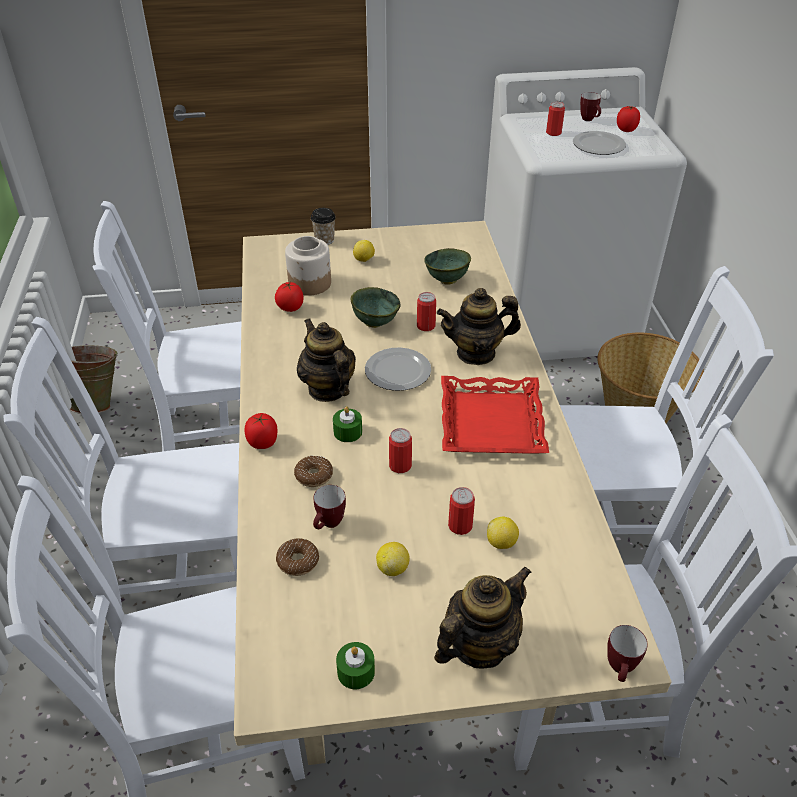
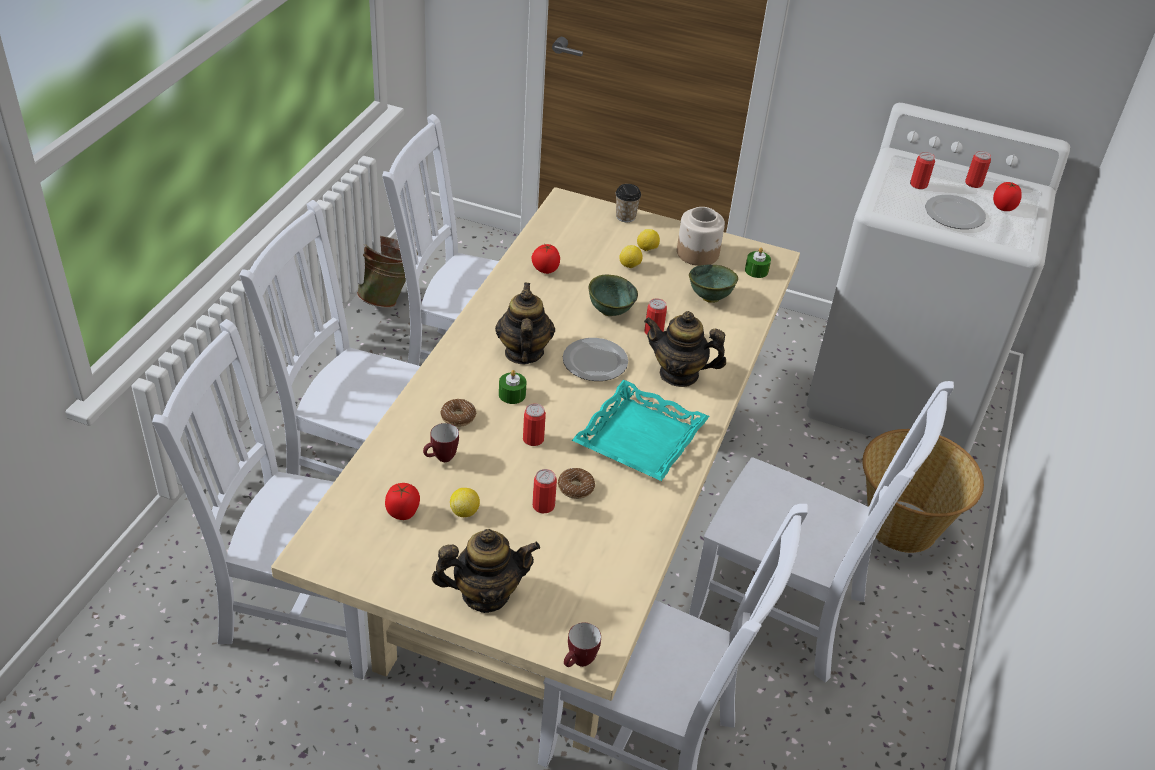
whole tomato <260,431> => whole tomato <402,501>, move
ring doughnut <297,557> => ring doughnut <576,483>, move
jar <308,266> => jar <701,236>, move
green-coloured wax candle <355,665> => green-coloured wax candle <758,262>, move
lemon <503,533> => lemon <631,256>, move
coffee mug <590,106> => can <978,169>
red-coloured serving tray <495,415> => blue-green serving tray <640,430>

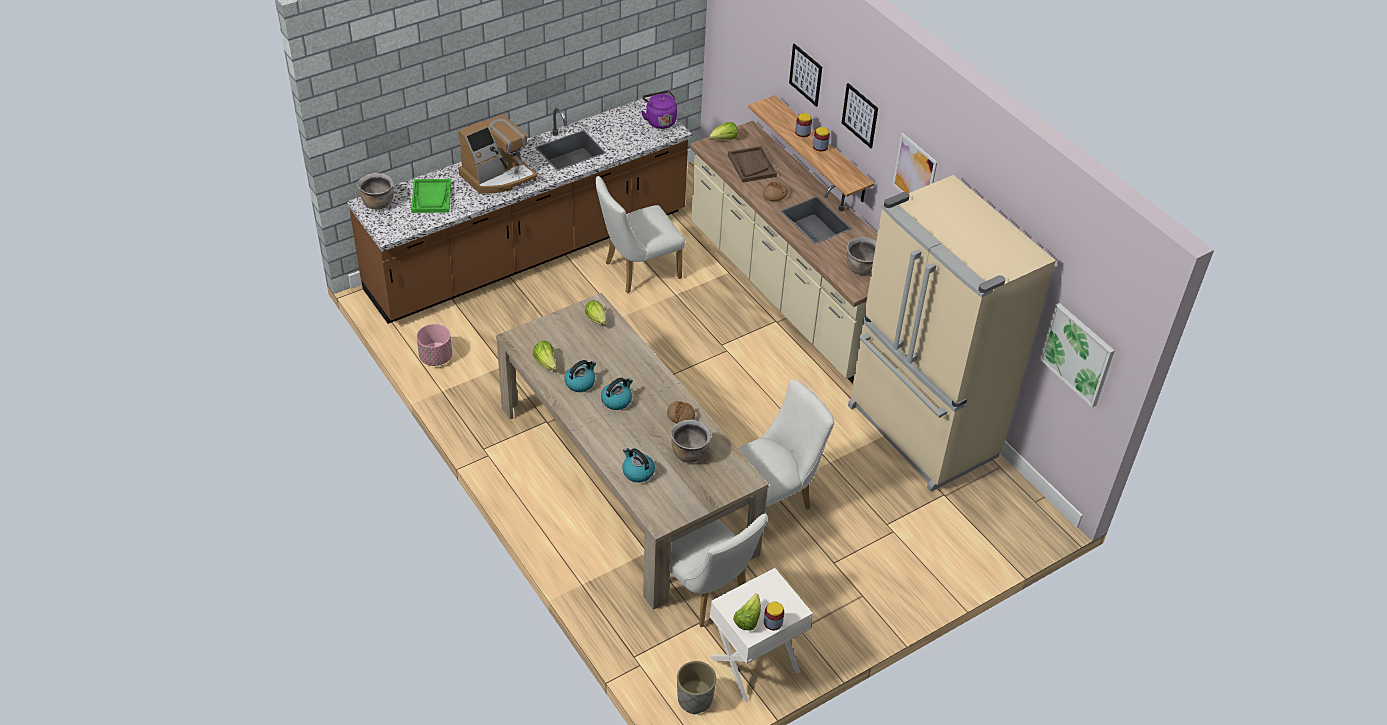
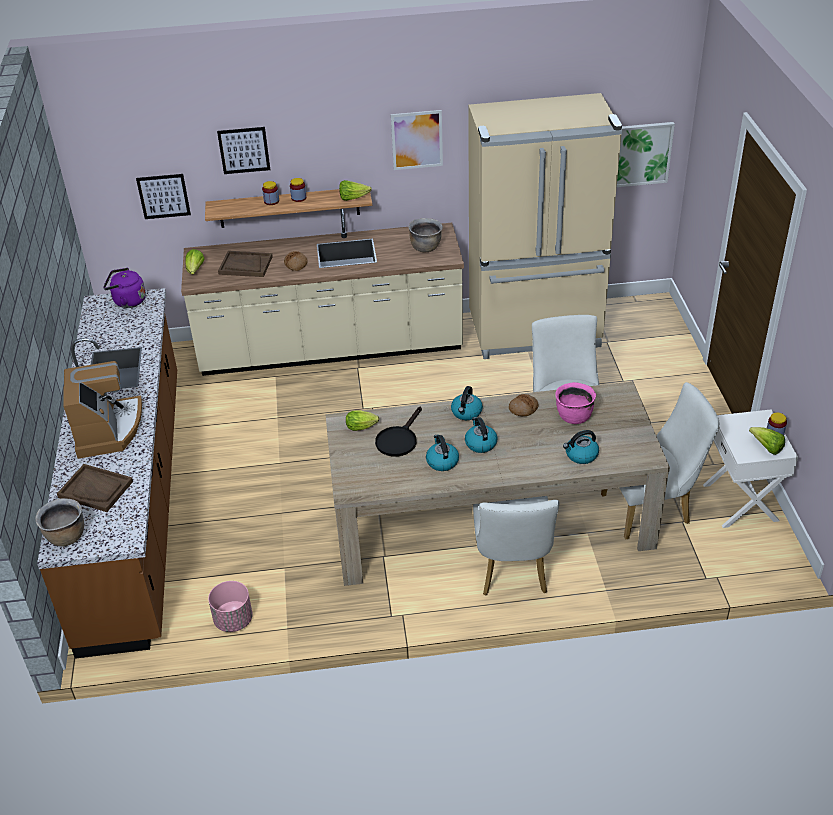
greyish plant pot <696,687> => nothing
nothing => black pan <398,431>
nothing => kettle <467,403>
lettuce <545,355> => lettuce <355,190>, move
white upright chair <640,234> => white upright chair <516,546>, move
wall art <860,115> => wall art <163,196>, move
green-coloured serving tray <431,196> => brown-coloured serving tray <95,488>
brown-coloured cooking pot <690,441> => pinkish cooking pot <575,403>

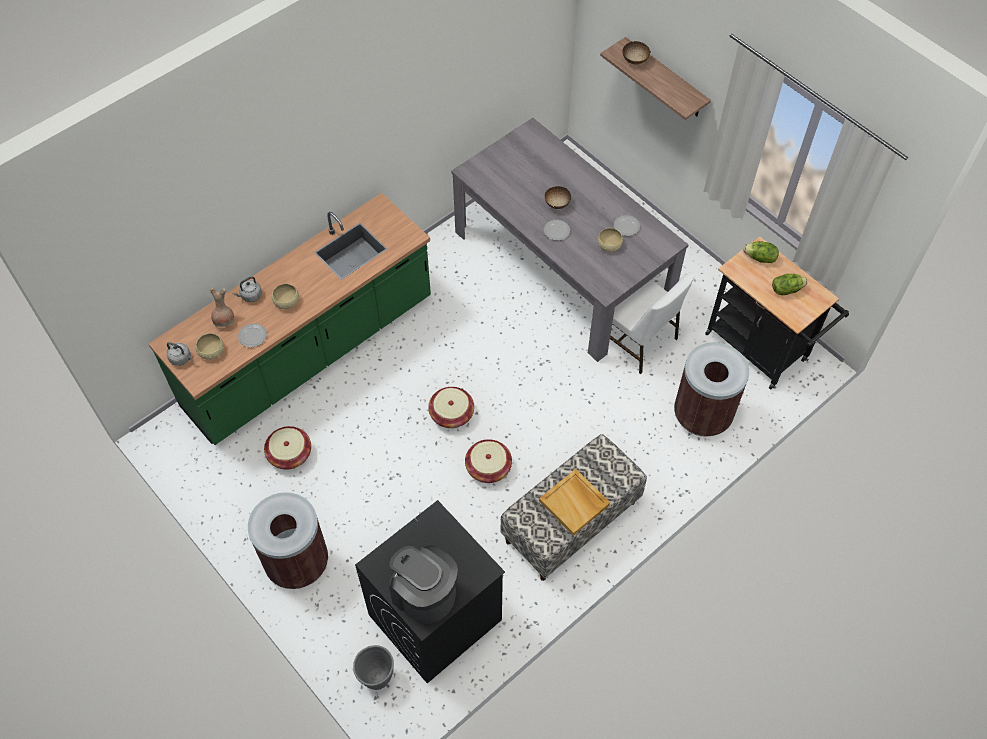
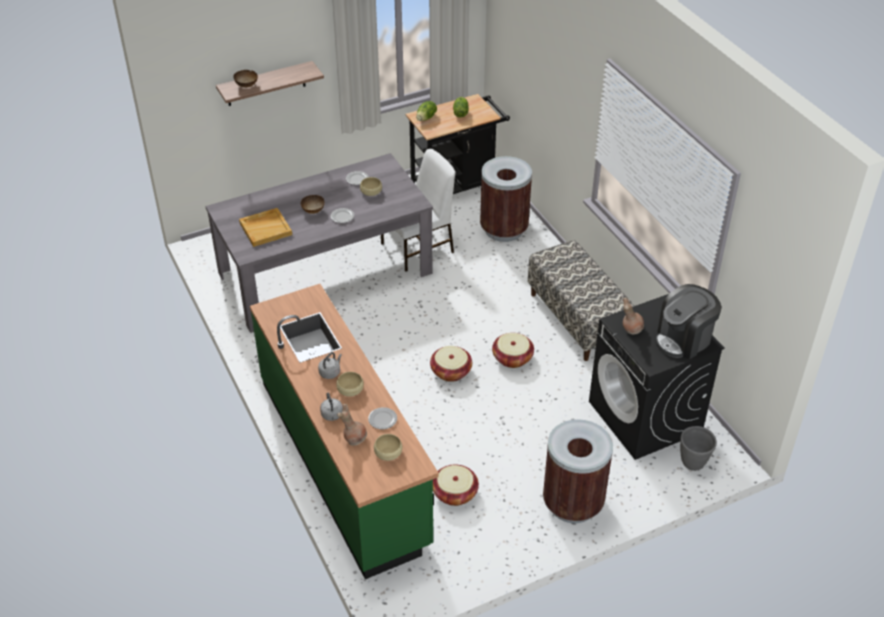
nothing => brown-coloured decorative vase <633,316>
greyish kettle <179,354> => greyish kettle <330,365>, move
beige serving tray <574,502> => beige serving tray <265,227>, move

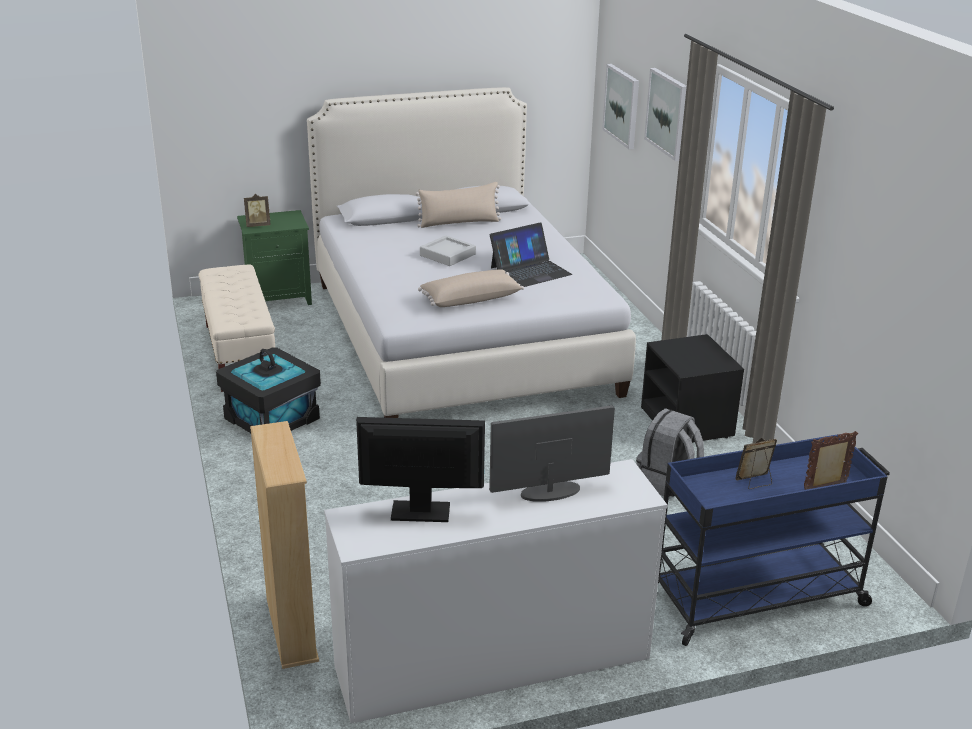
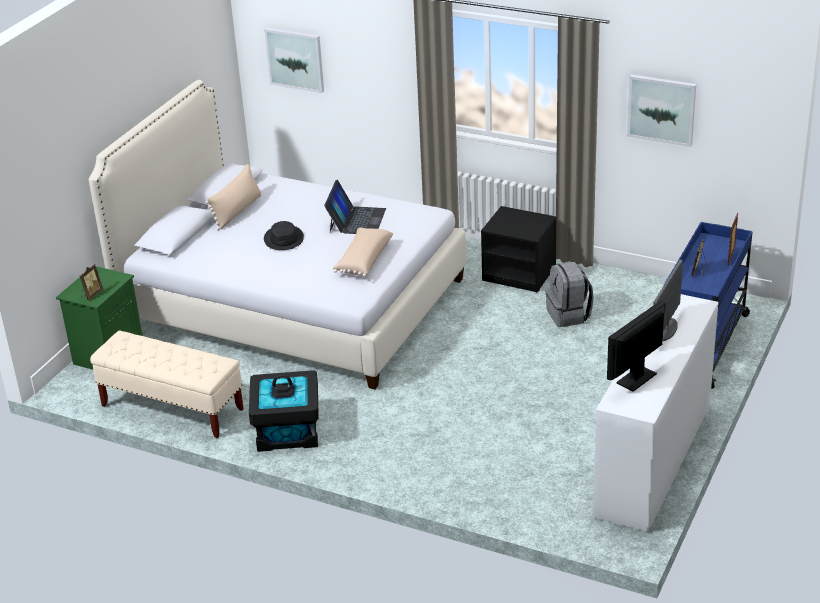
beige shelving unit <284,545> => nothing
wall art <665,114> => wall art <661,110>, move
greyish serving tray <448,251> => black wearable hat <284,235>

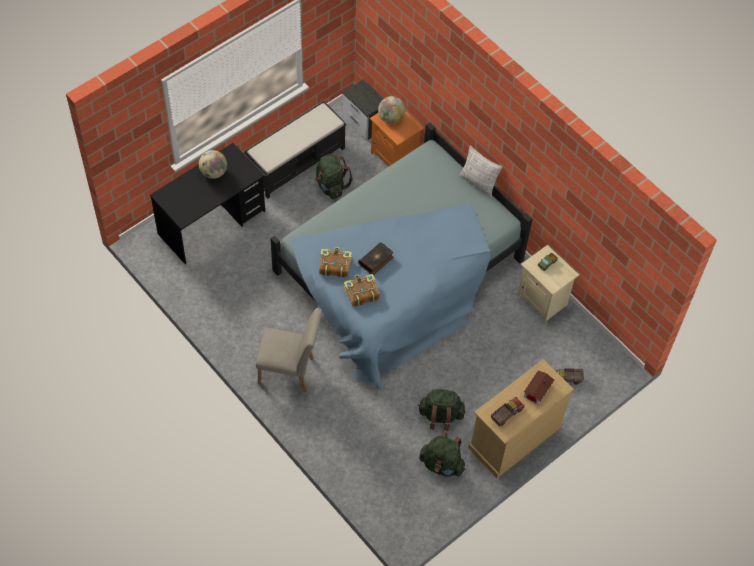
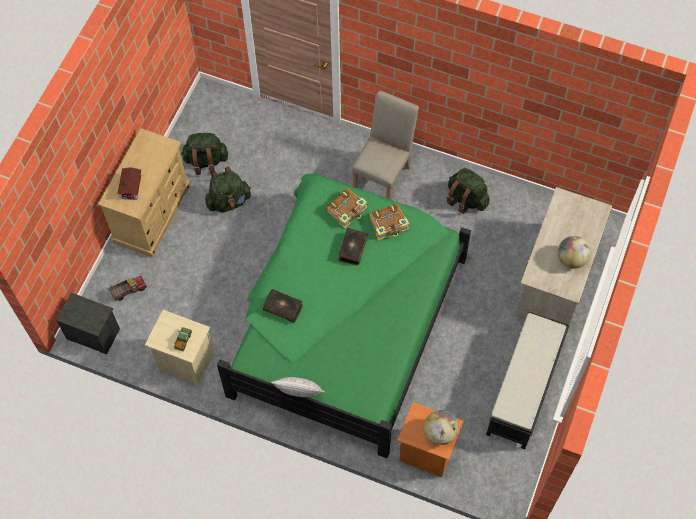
toy lorry <507,411> => nothing
nothing => volume <283,306>
green-coloured knapsack <334,176> => green-coloured knapsack <468,191>, move
nightstand <363,109> => nightstand <88,324>, move
black desk <207,203> => beige desk <563,255>
blue bedroom bed <401,257> => green-coloured bedroom bed <344,315>
beige upright chair <289,350> => beige upright chair <385,144>, 135 degrees clockwise

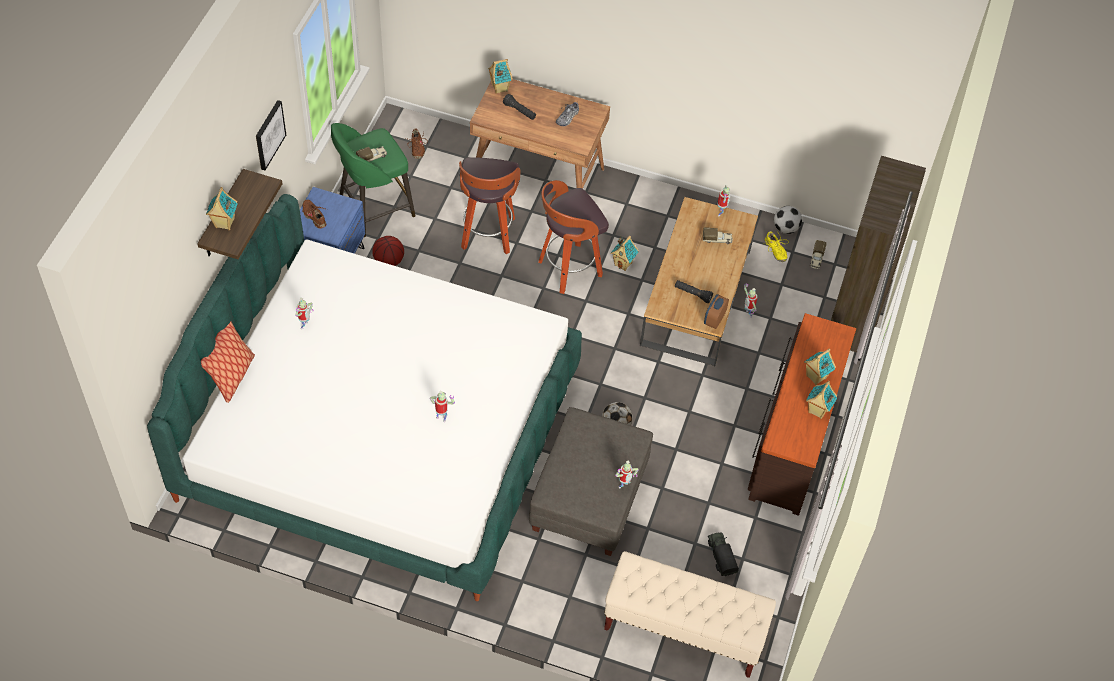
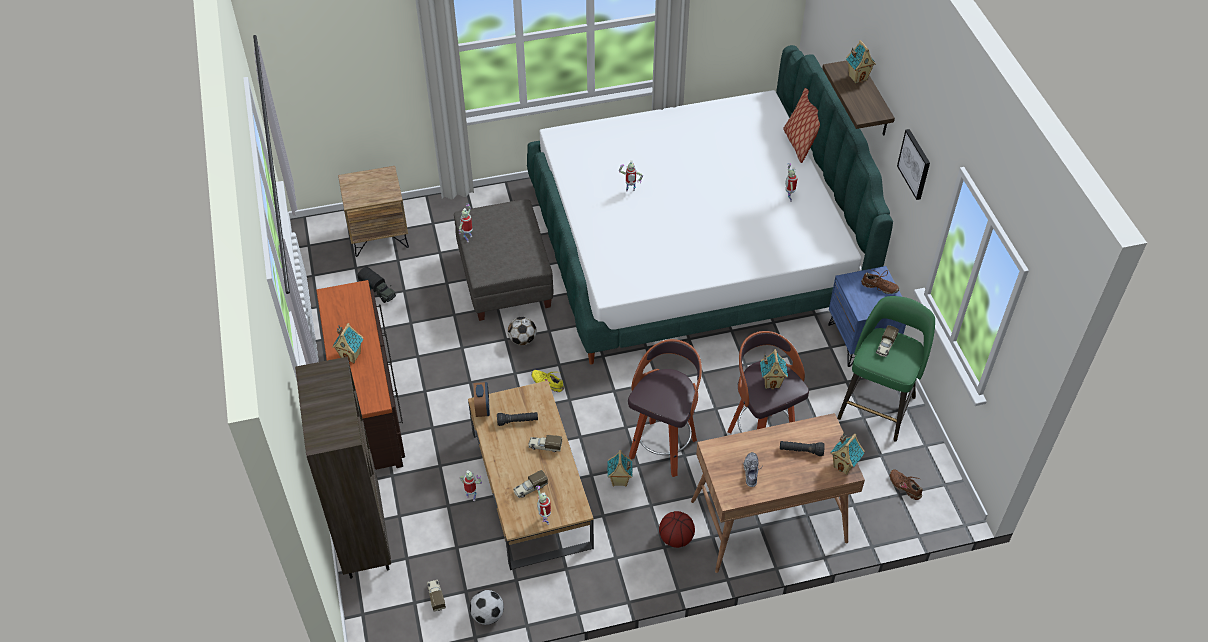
nothing => toy lorry <545,443>
ball for basketball <388,251> => ball for basketball <677,529>, move
yellow-coloured item of footwear <777,246> => yellow-coloured item of footwear <547,381>, move
model house <821,400> => model house <774,369>, move
beige indoor bench <690,614> => brown-coloured nightstand <373,211>

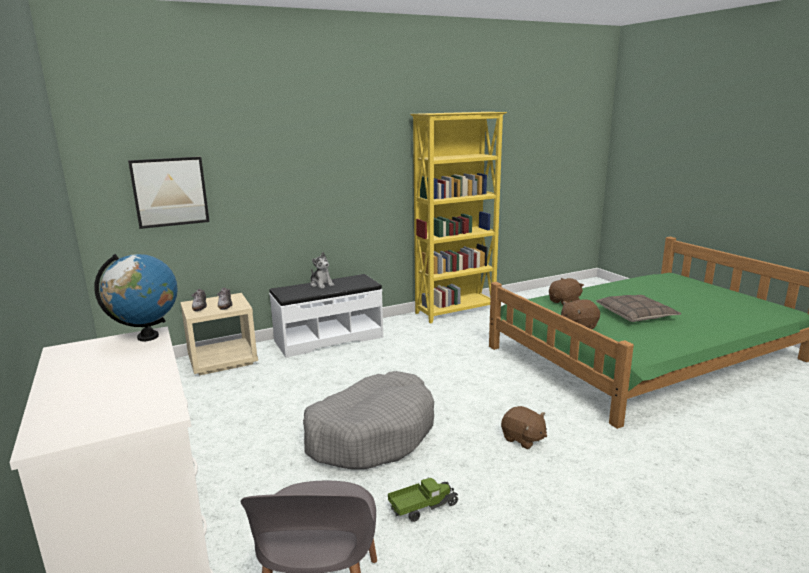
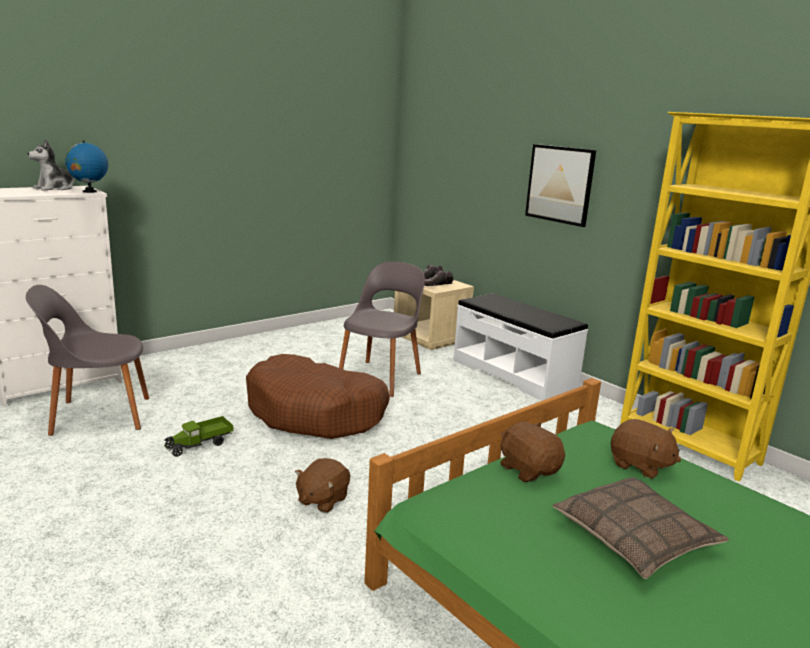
nothing => greyish upright chair <382,329>
wall art <169,193> => wall art <560,185>, move
plush toy <322,270> => plush toy <51,165>, move
greyish dog bed <368,420> => brown-coloured dog bed <318,396>
toy lorry <423,499> => toy lorry <198,436>, 90 degrees clockwise

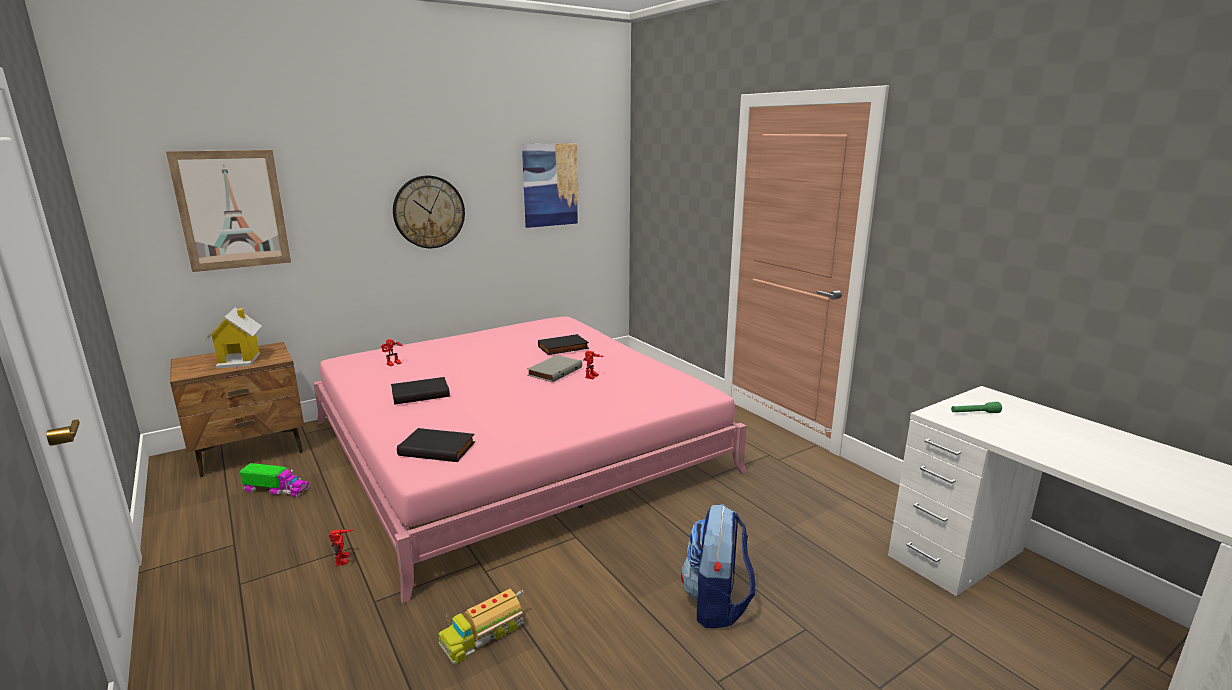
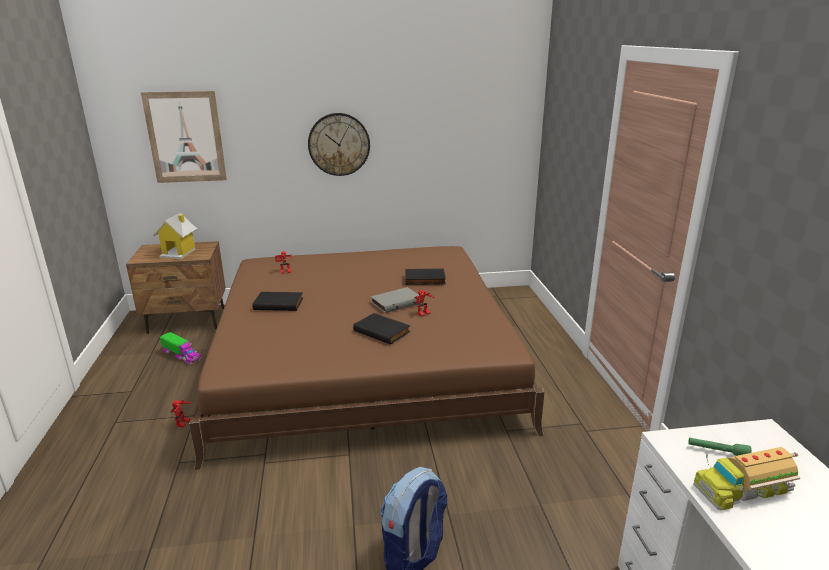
wall art <550,185> => nothing
black volume <436,445> => black volume <381,328>, move
toy lorry <481,626> => toy lorry <746,479>, move
pinkish bedroom bed <530,460> => brown-coloured bedroom bed <367,358>

